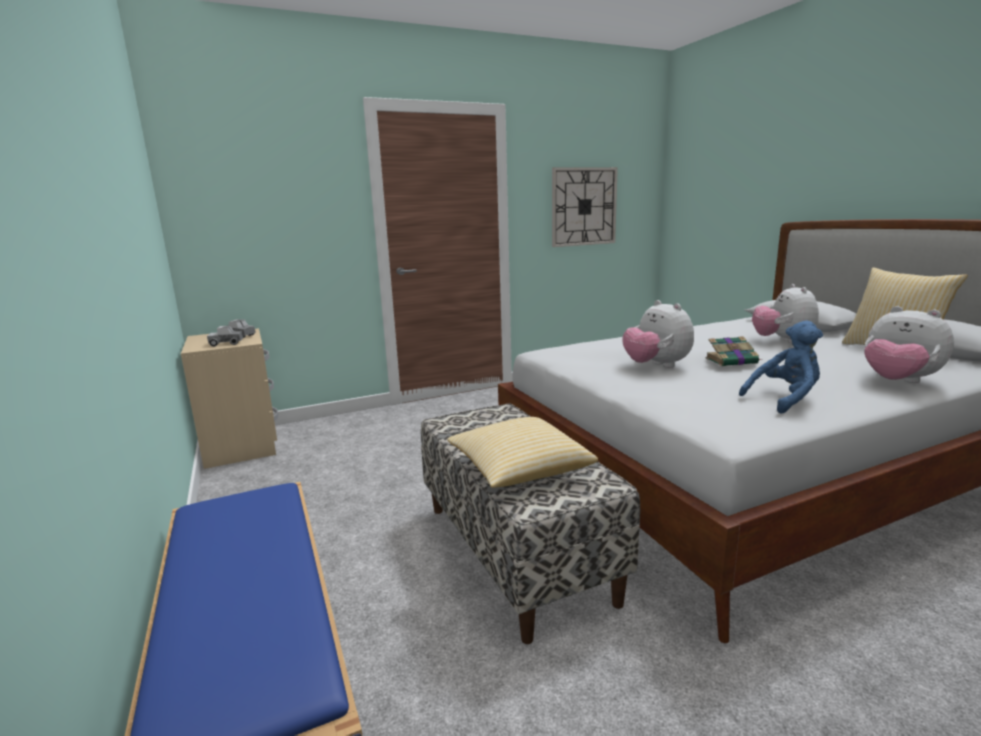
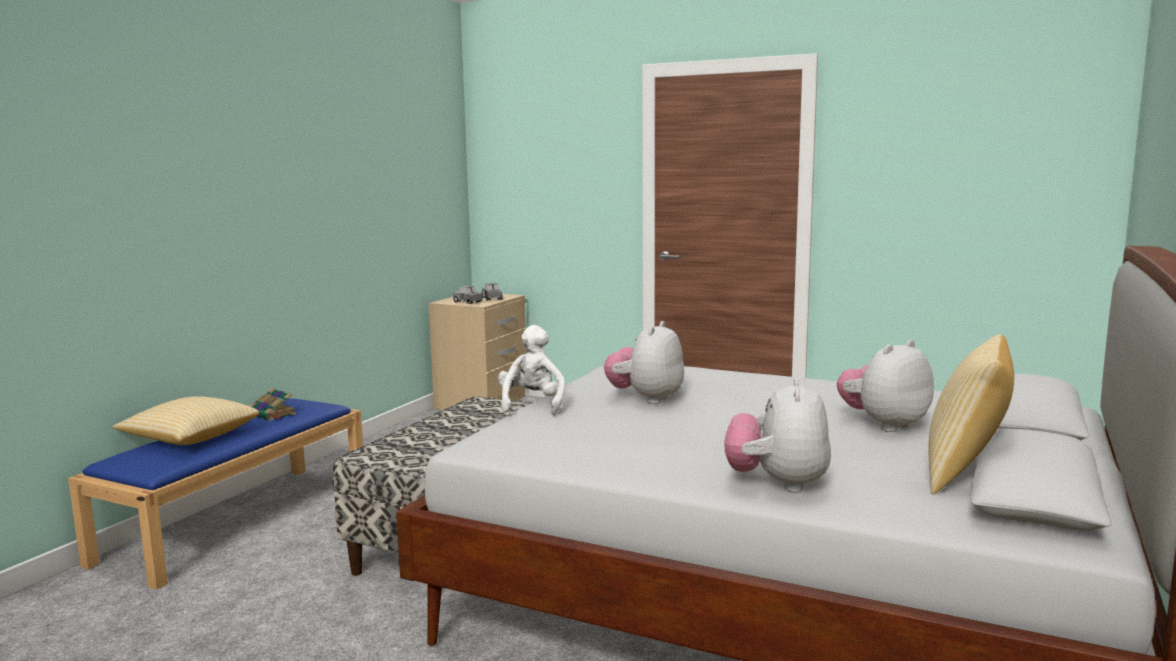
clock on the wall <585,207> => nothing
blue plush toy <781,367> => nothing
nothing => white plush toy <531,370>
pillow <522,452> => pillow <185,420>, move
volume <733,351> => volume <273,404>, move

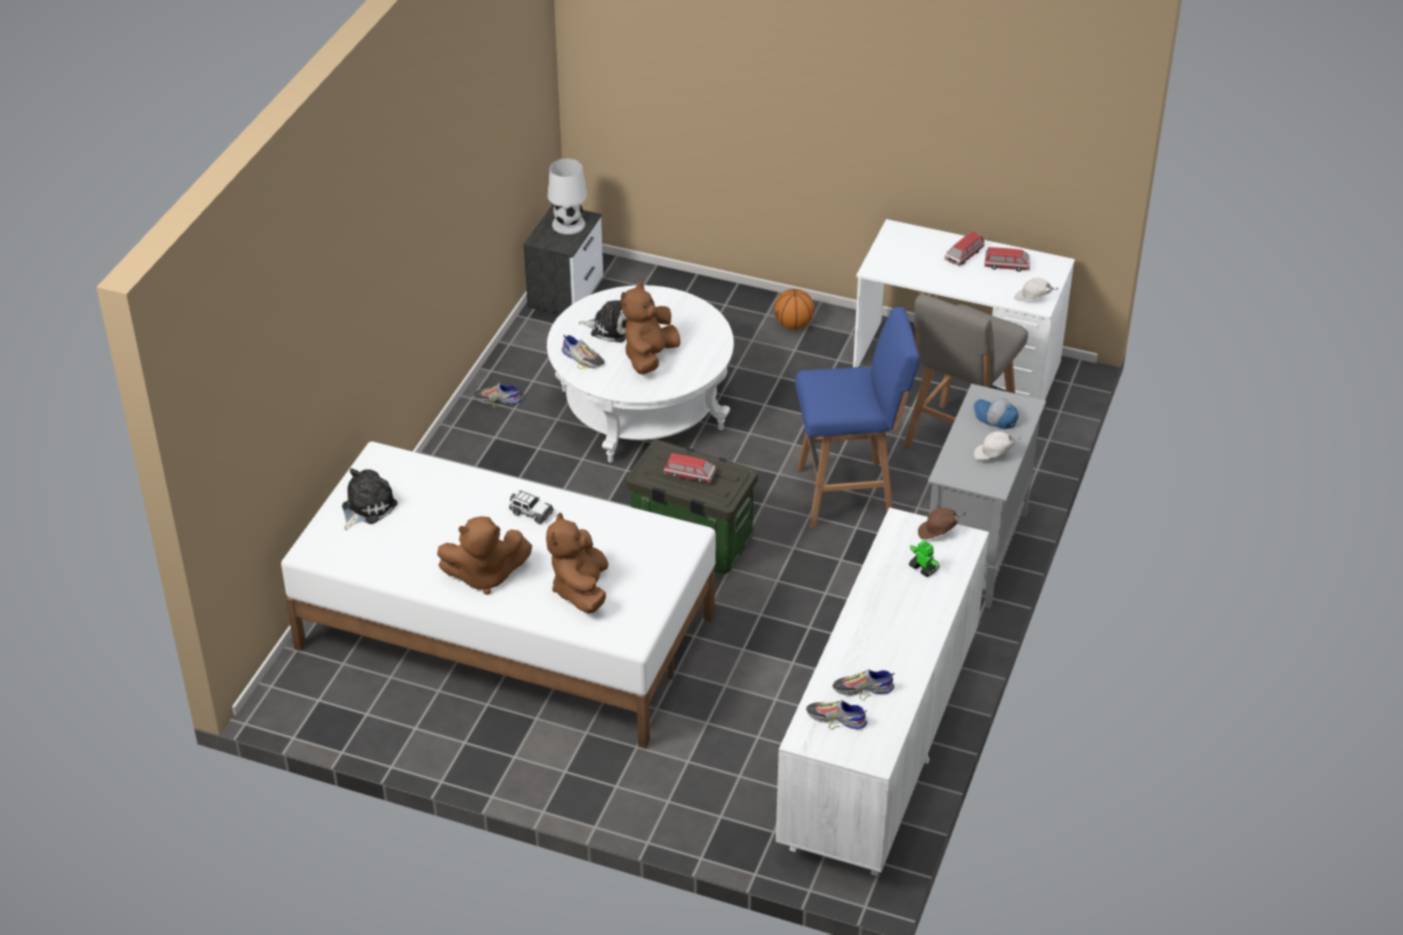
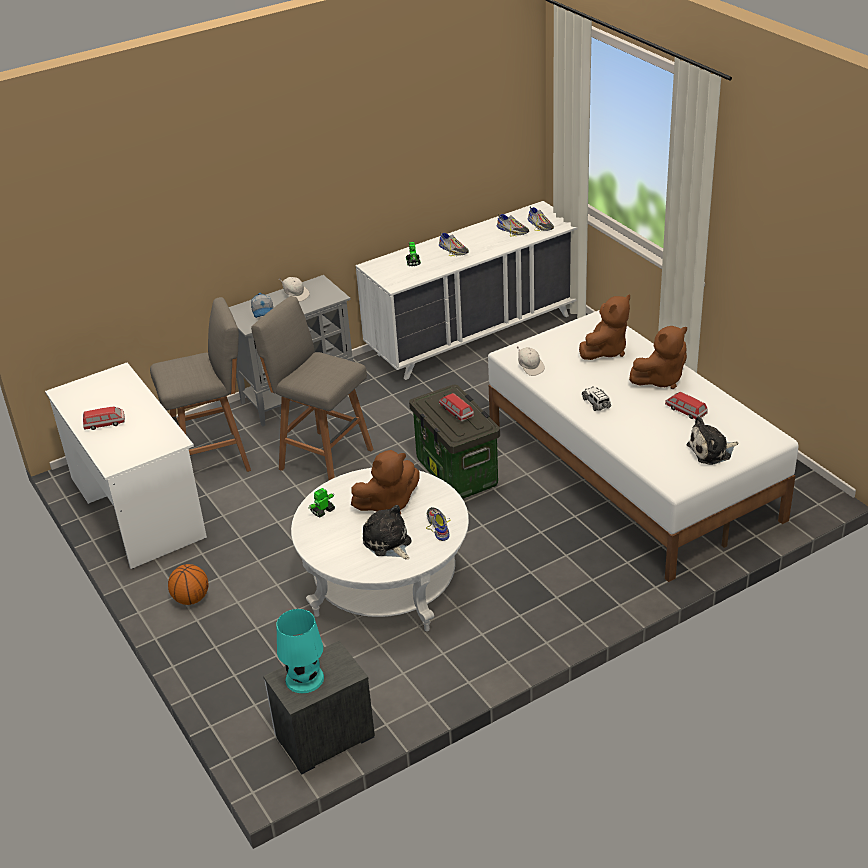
brown-coloured peaked cap <942,524> => nothing
nothing => model robot <321,502>
item of footwear <497,395> => item of footwear <454,244>, move
model car <1007,259> => model car <686,405>, move
white peaked cap <1036,289> => white peaked cap <531,361>, move
white lamp for a table <567,196> => blue-green lamp for a table <300,651>
blue stool seat <857,417> => greyish stool seat <312,388>
brown-coloured plush toy <484,555> => brown-coloured plush toy <658,357>, 120 degrees clockwise

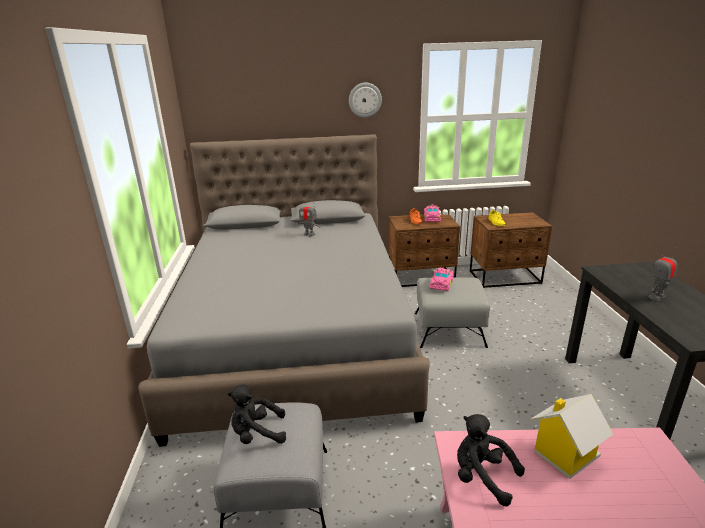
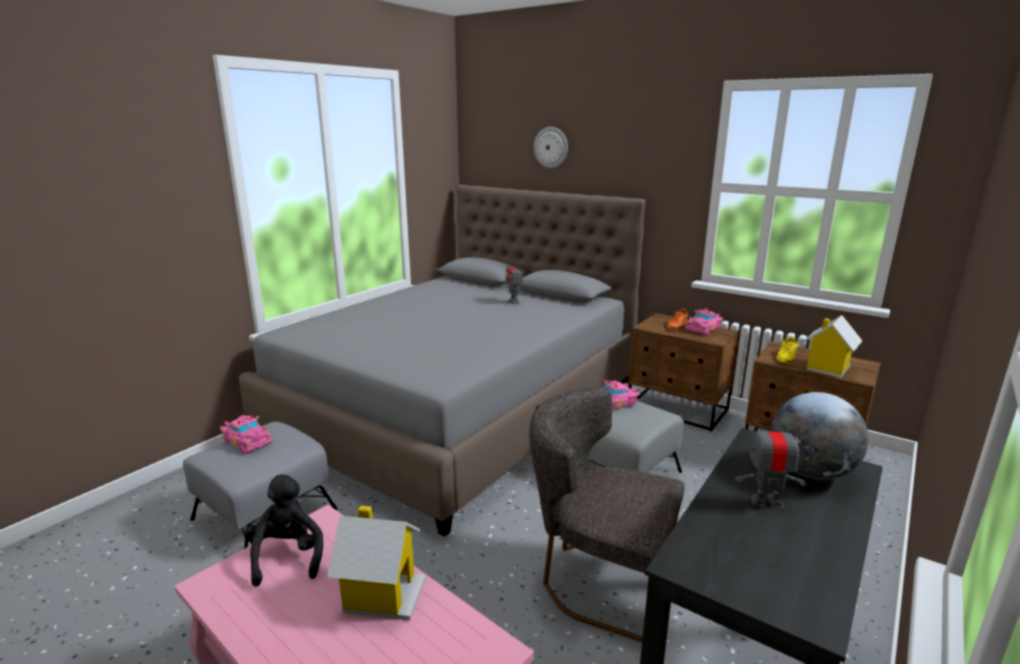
nothing => greyish upright chair <607,514>
nothing => desk globe <820,436>
nothing => model house <833,346>
clock on the wall <365,100> => clock on the wall <551,147>, move
black plush toy <257,414> => pinkish model car <246,434>

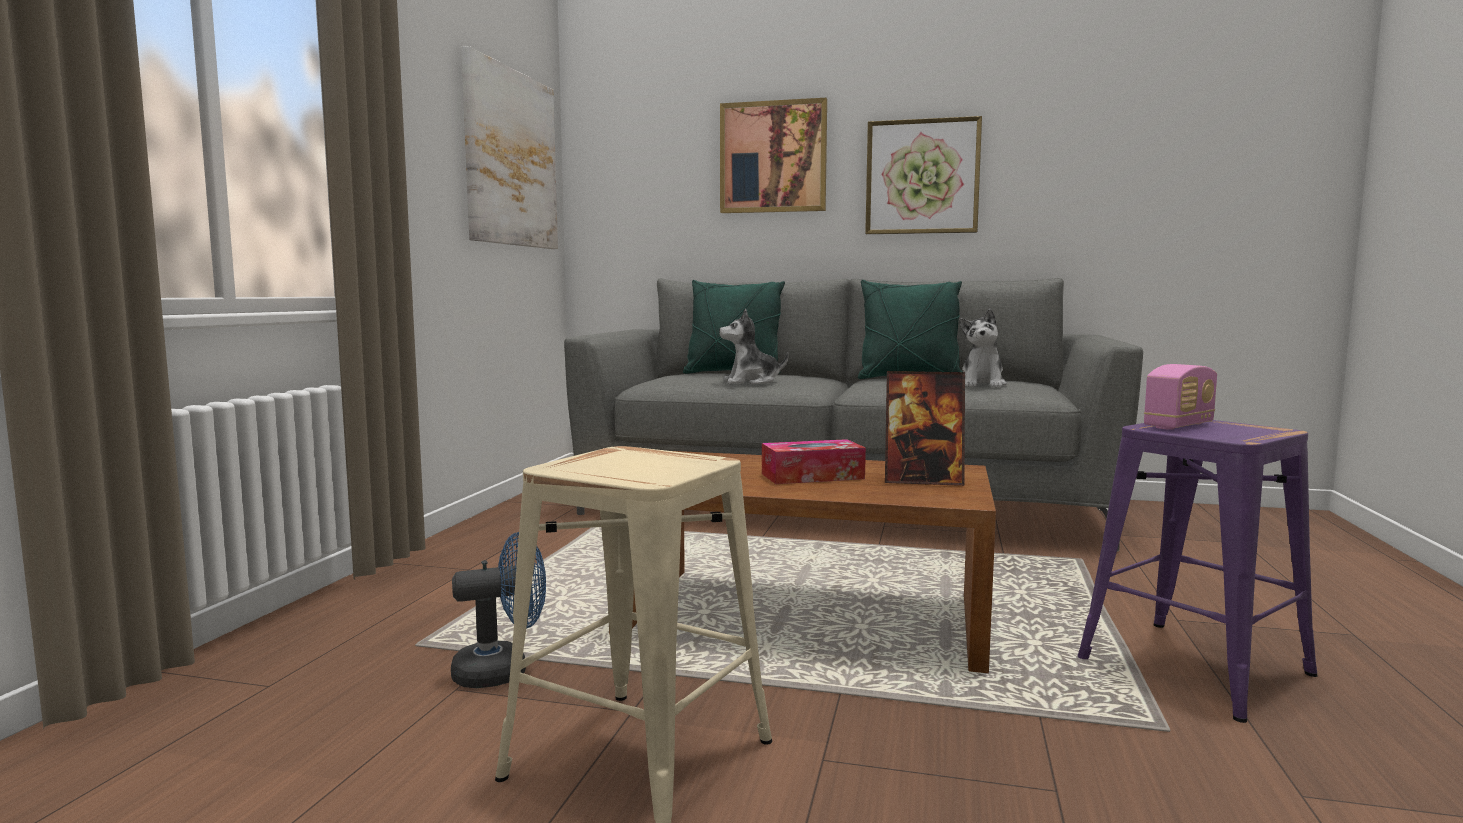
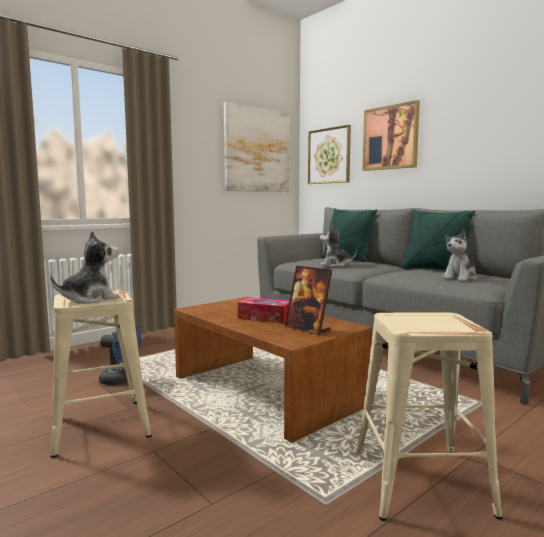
radio receiver <1180,397> => nothing
nothing => plush toy <85,267>
wall art <923,175> => wall art <329,154>, move
purple stool seat <1197,571> => beige stool seat <429,416>

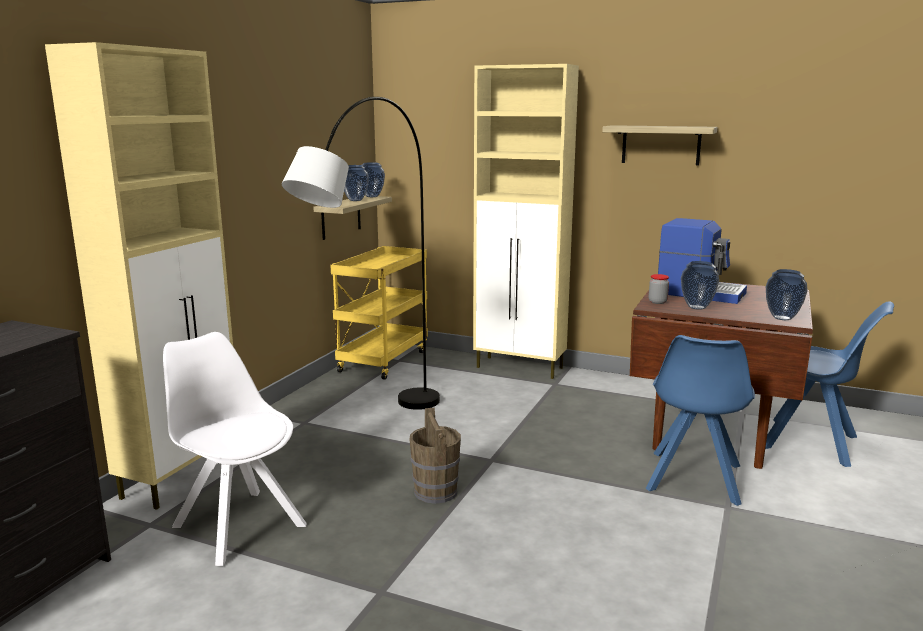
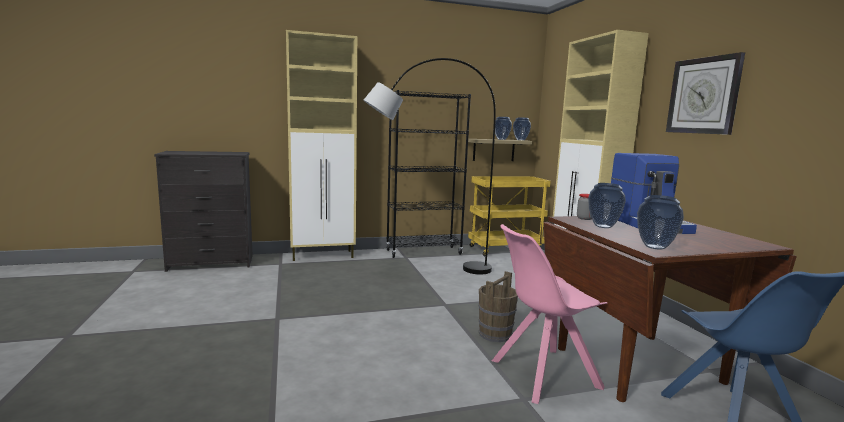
white upright chair <234,449> => nothing
nothing => black shelving unit <428,174>
brown-coloured pail <435,455> => brown-coloured pail <498,306>, move
bracket shelf <659,145> => clock on the wall <705,93>
blue upright chair <700,420> => pinkish upright chair <549,314>

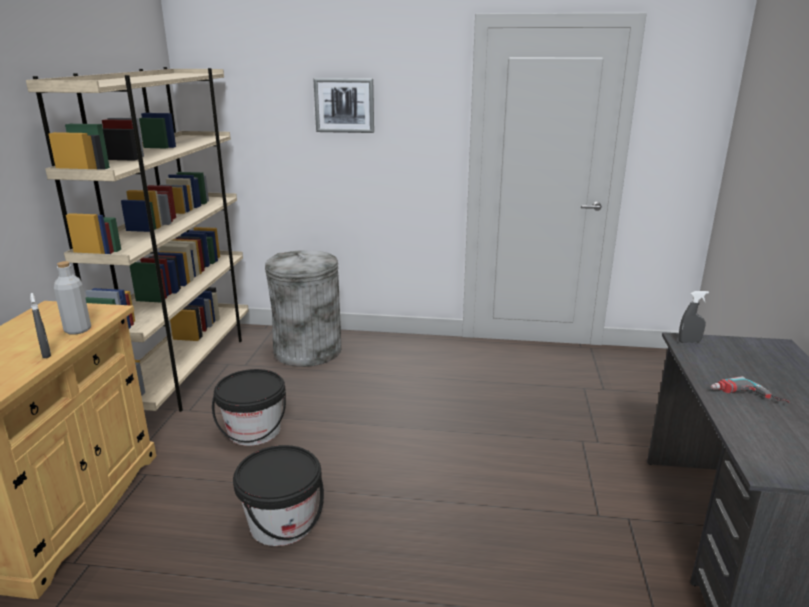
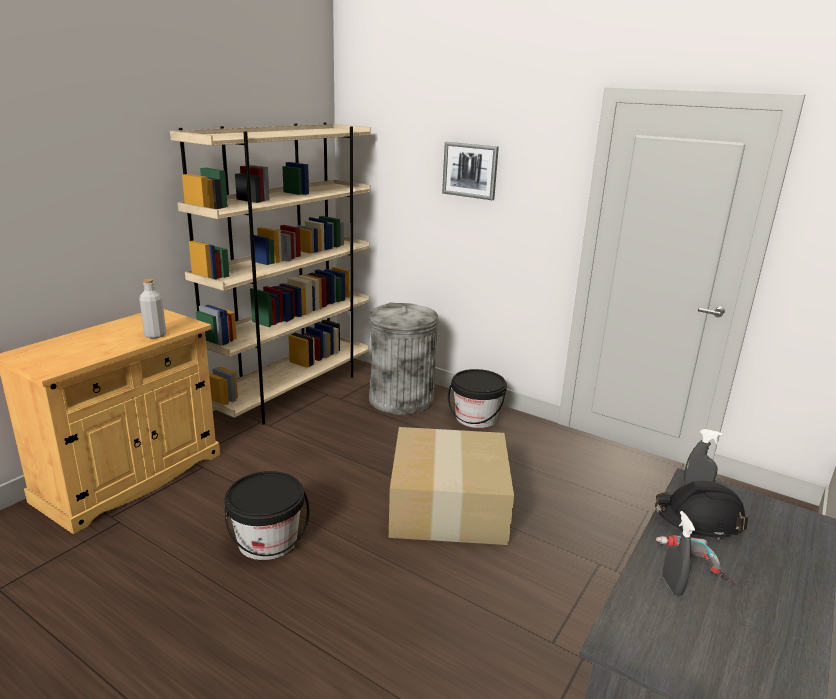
nothing => packing box <451,486>
nothing => black safety helmet <701,510>
greyish sprayer <40,325> => greyish sprayer <678,553>, move
black pail <249,407> => black pail <477,398>, move

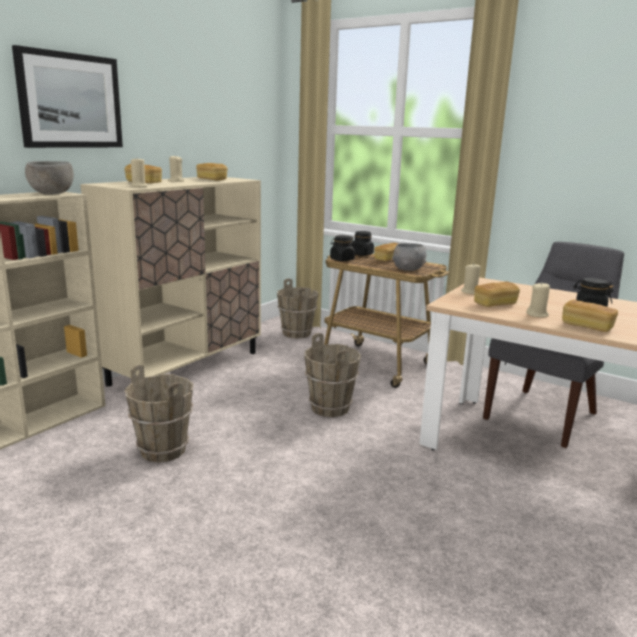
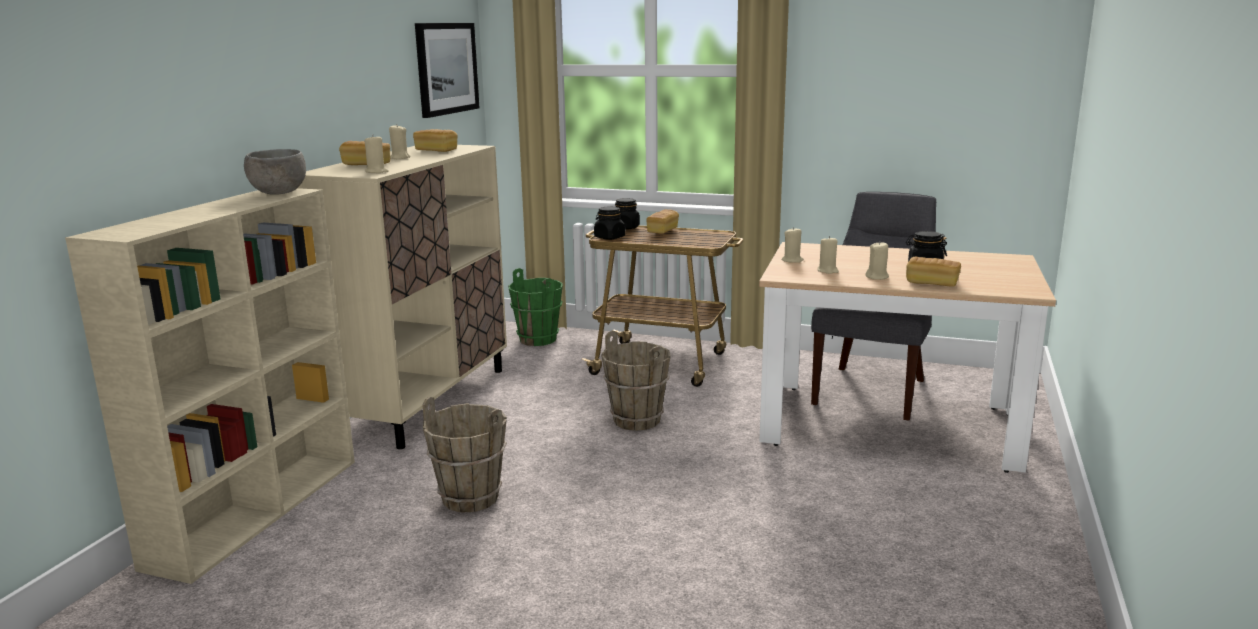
greyish serving bowl <409,257> => nothing
wall art <67,96> => wall art <447,70>, move
baked bread <497,294> => beige wax candle <828,255>
brown-coloured pail <298,308> => green-coloured pail <535,307>

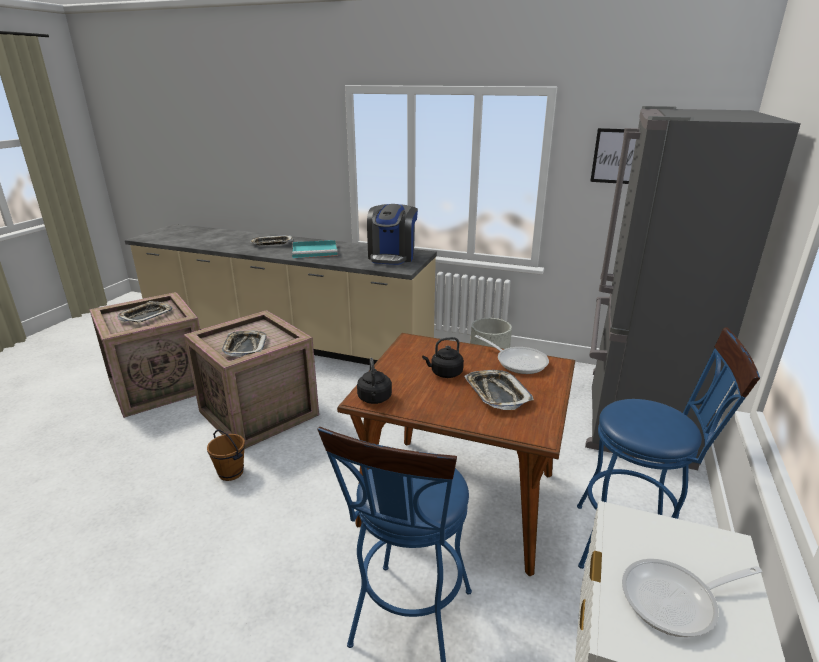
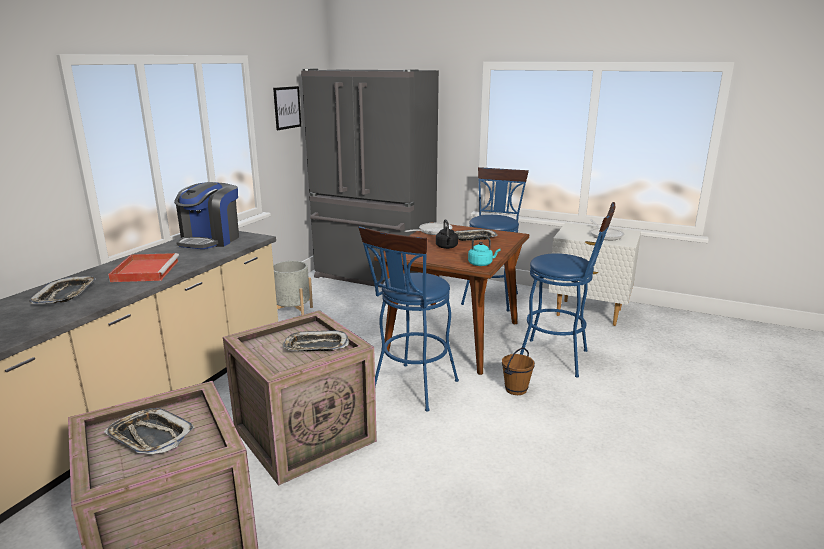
nothing => blue stool seat <408,318>
brown-coloured pail <226,455> => brown-coloured pail <518,371>, move
blue-green serving tray <315,249> => red-coloured serving tray <143,267>
black kettle <374,381> => blue-green kettle <484,250>
coffee maker <392,234> => coffee maker <206,215>, 90 degrees clockwise

